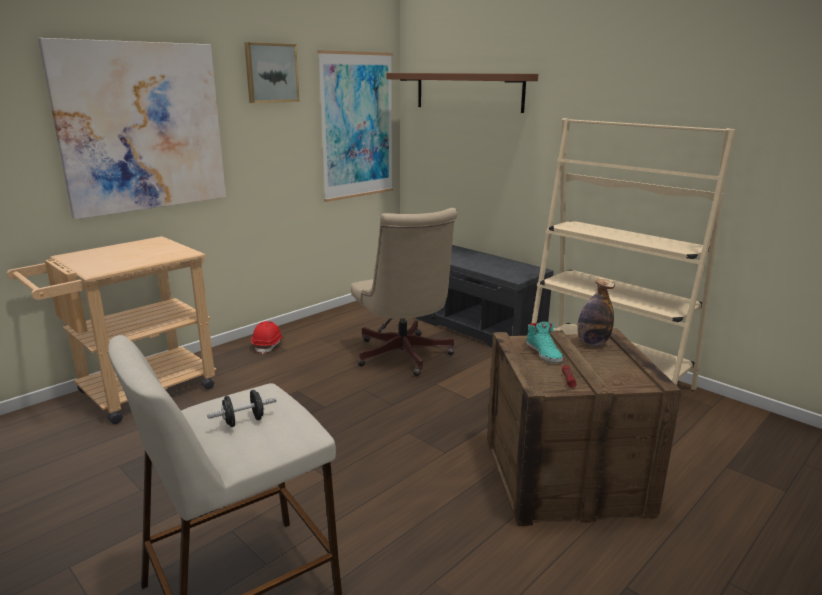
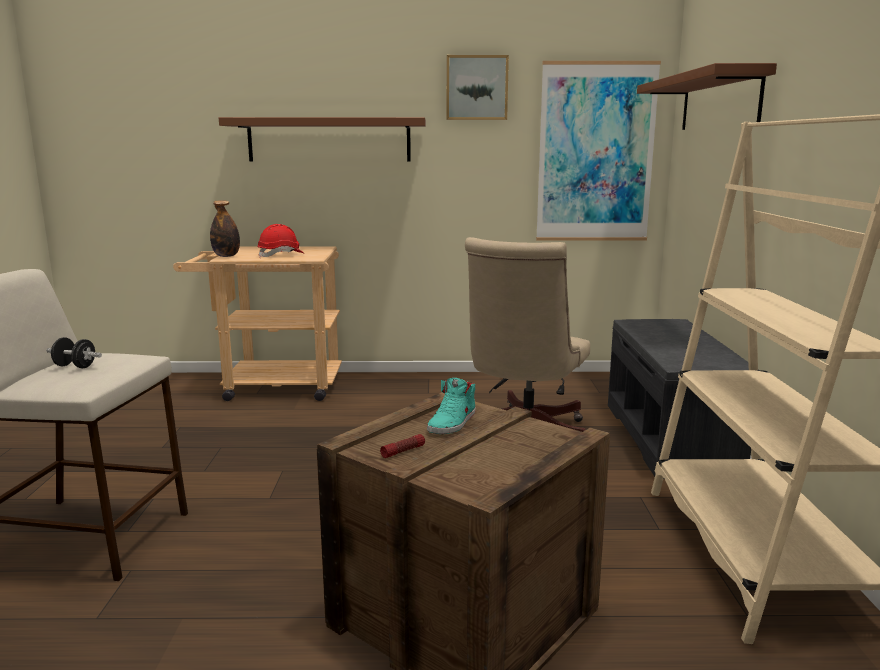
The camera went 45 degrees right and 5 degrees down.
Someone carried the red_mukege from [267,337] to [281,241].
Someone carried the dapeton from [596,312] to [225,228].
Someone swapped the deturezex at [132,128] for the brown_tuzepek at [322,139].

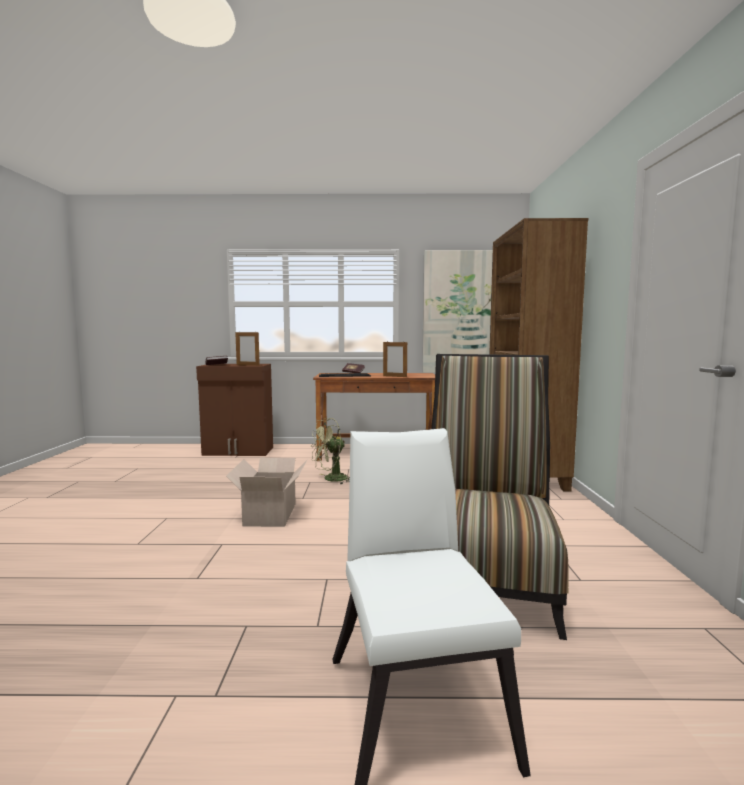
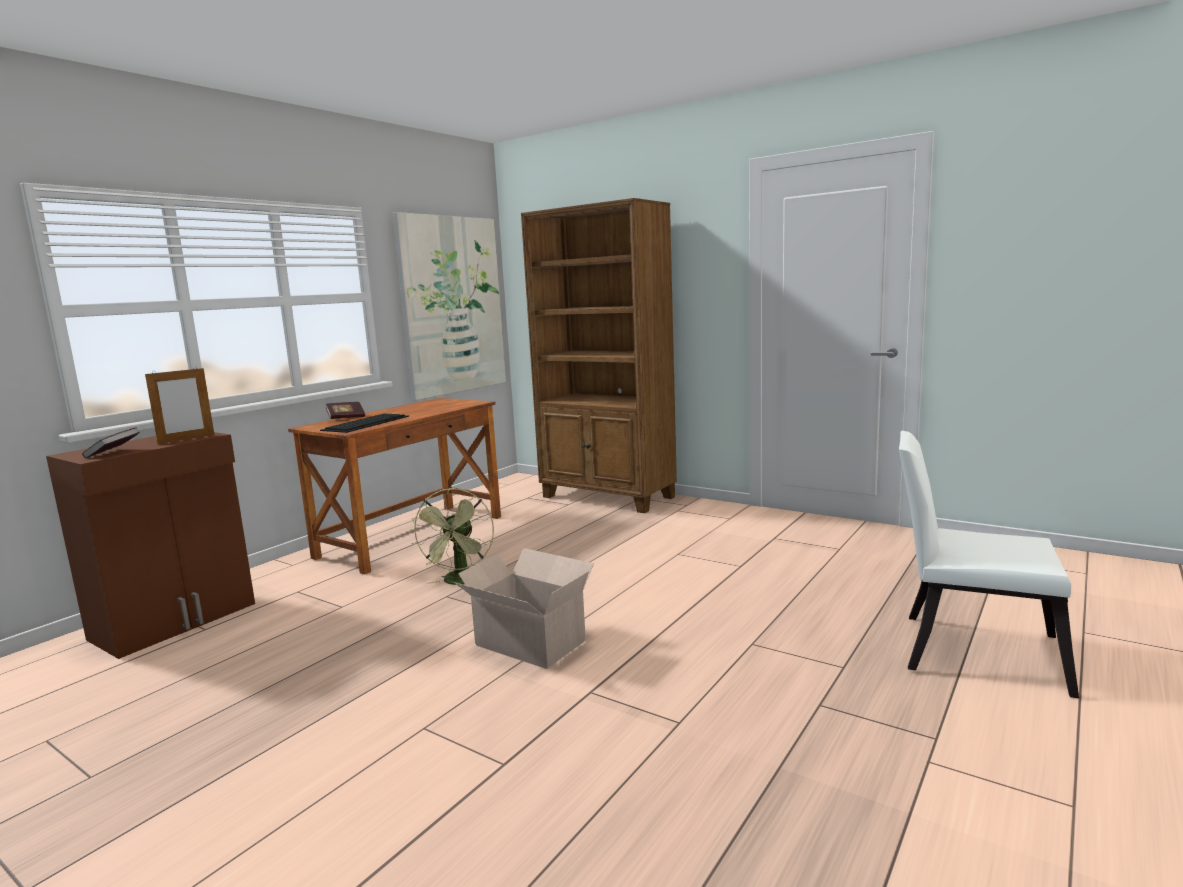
The camera went 55 degrees left and 5 degrees up.
Someone took away the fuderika at [395,359].
Someone took away the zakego at [500,497].

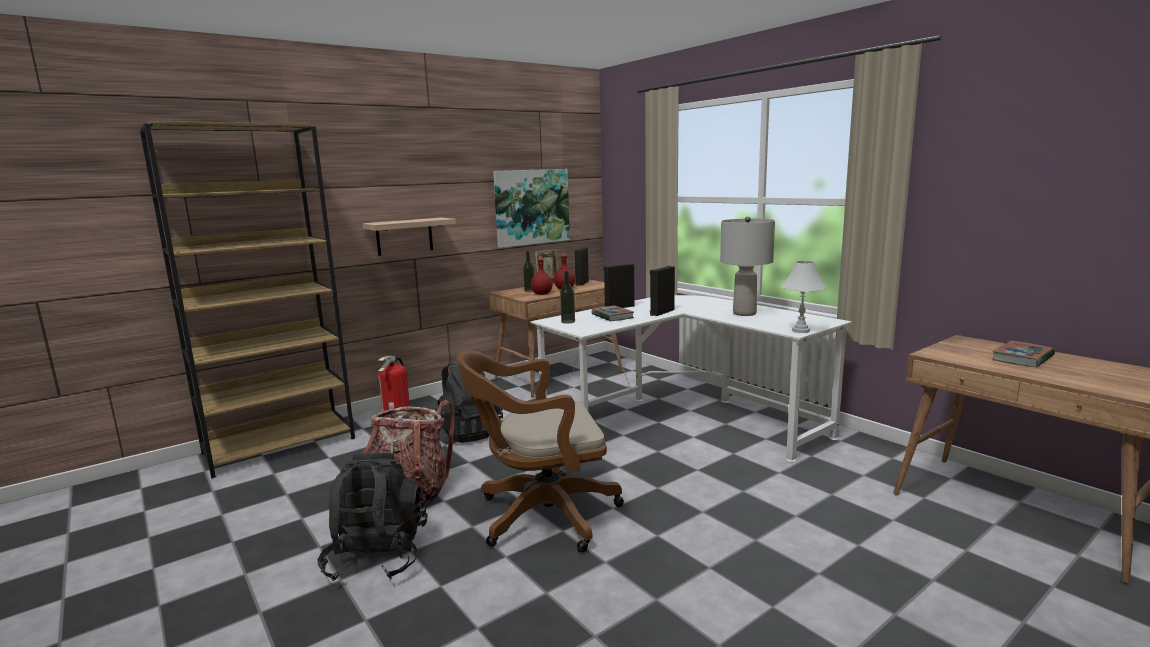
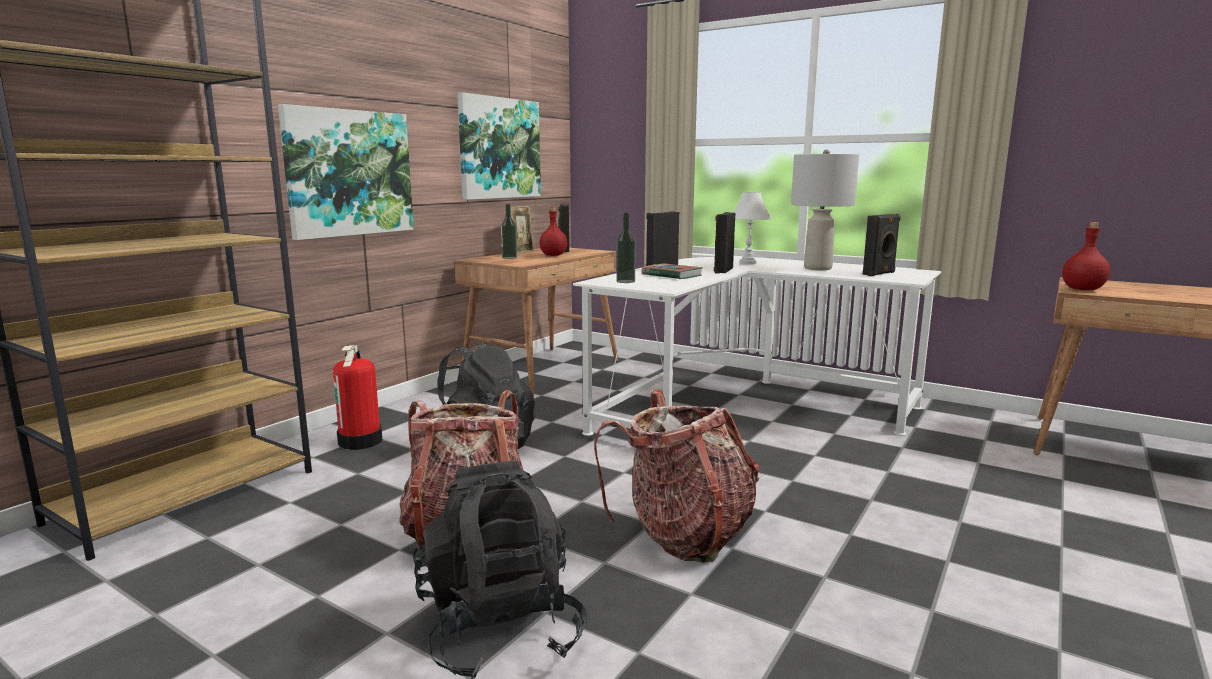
The camera went 20 degrees left and 0 degrees up.
Someone took away the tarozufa at [1023,354].
Someone put down the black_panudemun at [882,245].
Someone carried the red_dapeton from [542,275] to [1086,256].
Someone carried the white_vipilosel from [803,297] to [752,228].
Someone swapped the tuzepek at [409,237] for the deturezex at [346,172].
Someone swapped the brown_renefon at [540,452] for the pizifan at [677,476].

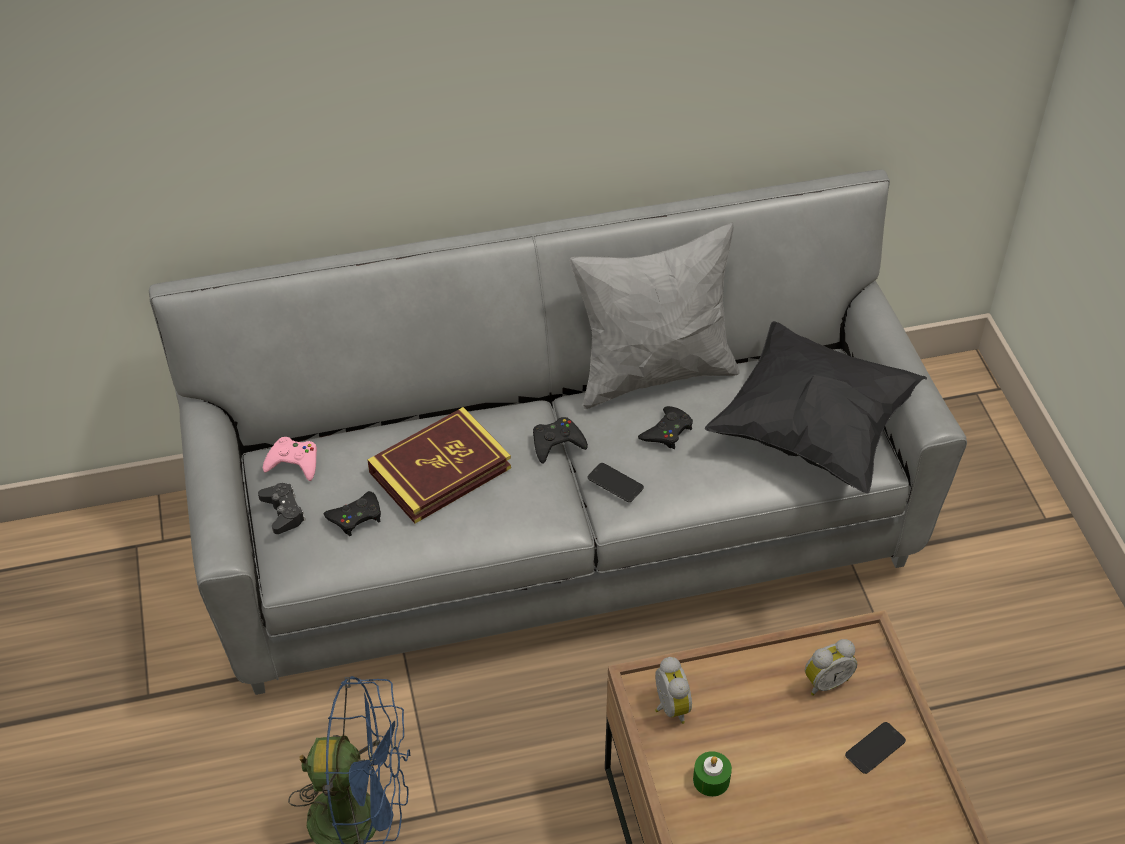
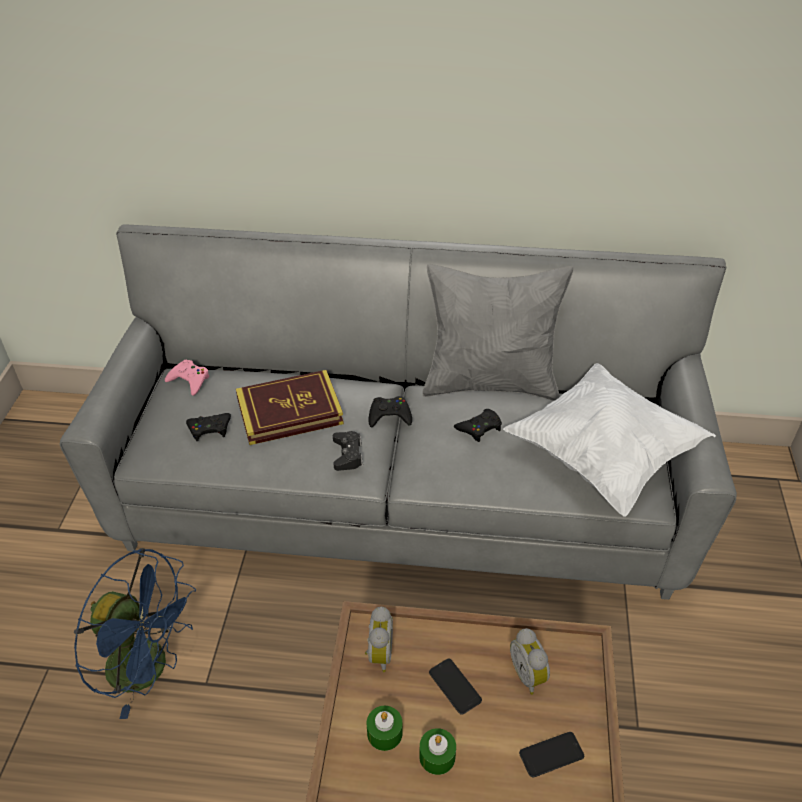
The camera went 20 degrees right and 5 degrees down.
Someone put down the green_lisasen at [437,751].
Someone carried the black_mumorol from [282,508] to [348,451].
Someone carried the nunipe from [615,482] to [455,687].
Someone repainted the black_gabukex at [816,407], which became the white_gabukex at [609,440].
Someone rotated the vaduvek at [831,667] by 75 degrees clockwise.

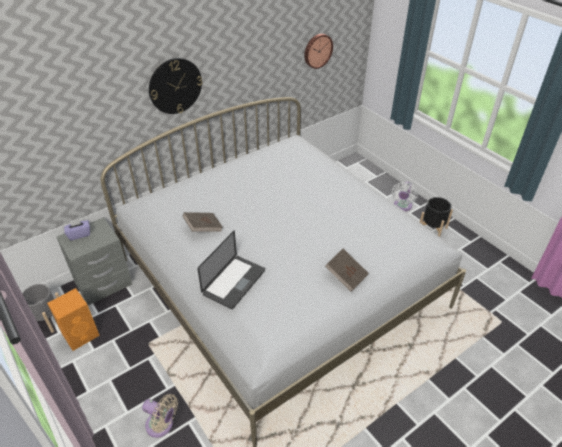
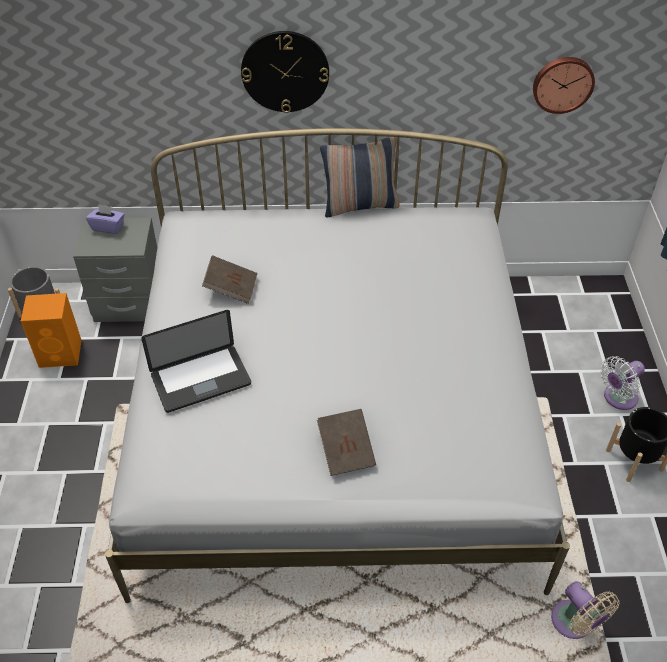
The camera went 35 degrees right and 5 degrees up.
Someone put down the gabukex at [360,177].
Someone carried the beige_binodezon from [160,416] to [585,610].

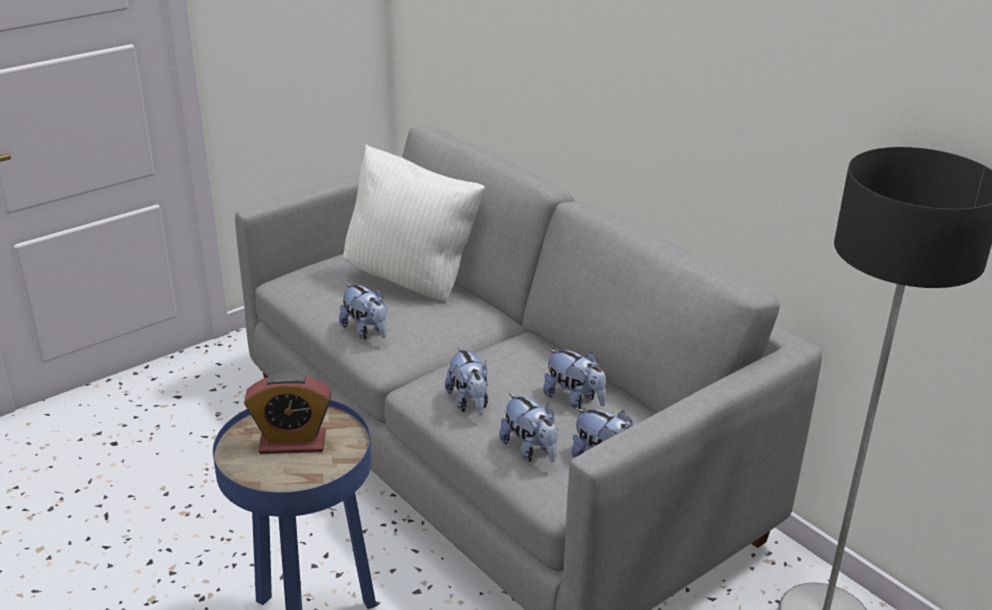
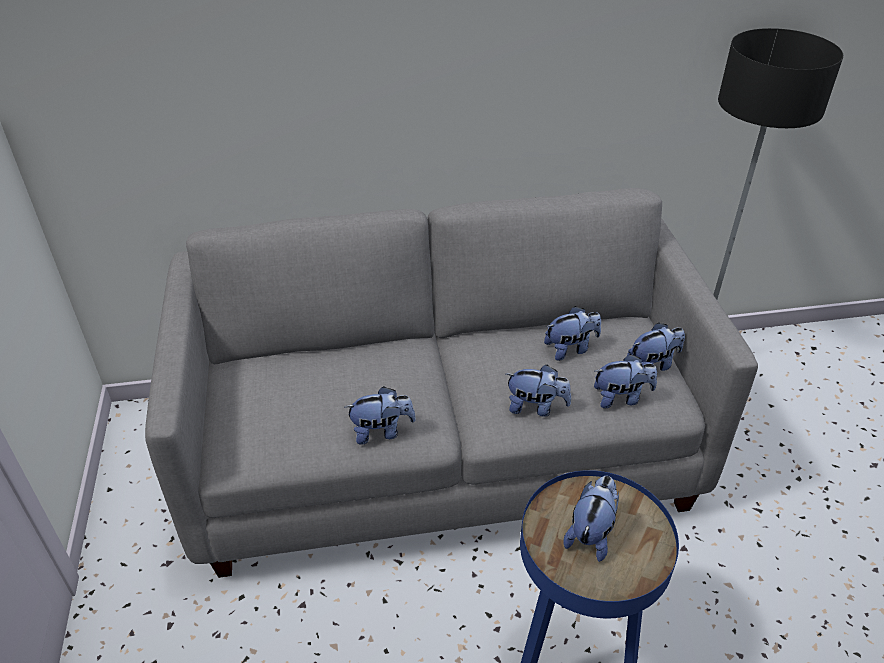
The camera went 60 degrees left and 10 degrees up.
Someone took away the white_gabukex at [414,222].
Someone swapped the vaduvek at [287,413] for the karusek at [591,519].

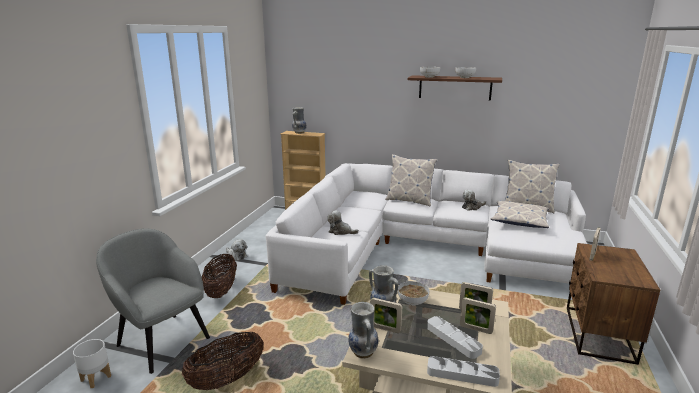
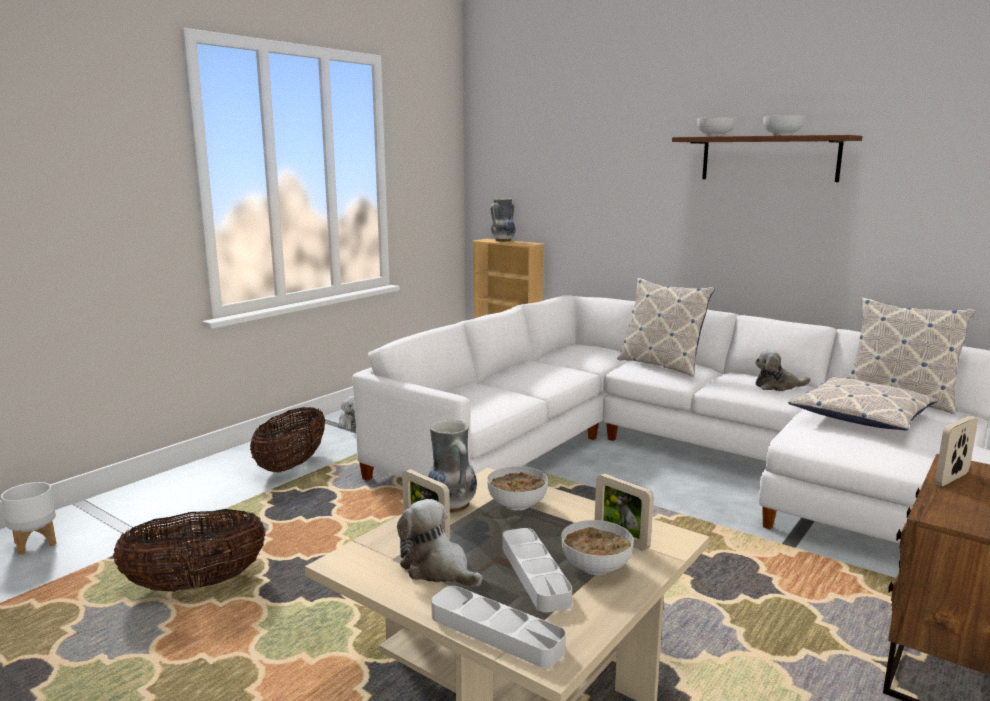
The camera went 20 degrees right and 5 degrees down.
Someone took away the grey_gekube at [153,301].
Someone took away the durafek at [363,330].
Someone carried the karusek from [343,222] to [439,543].
Someone swapped the fuderika at [478,316] for the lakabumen at [597,547].

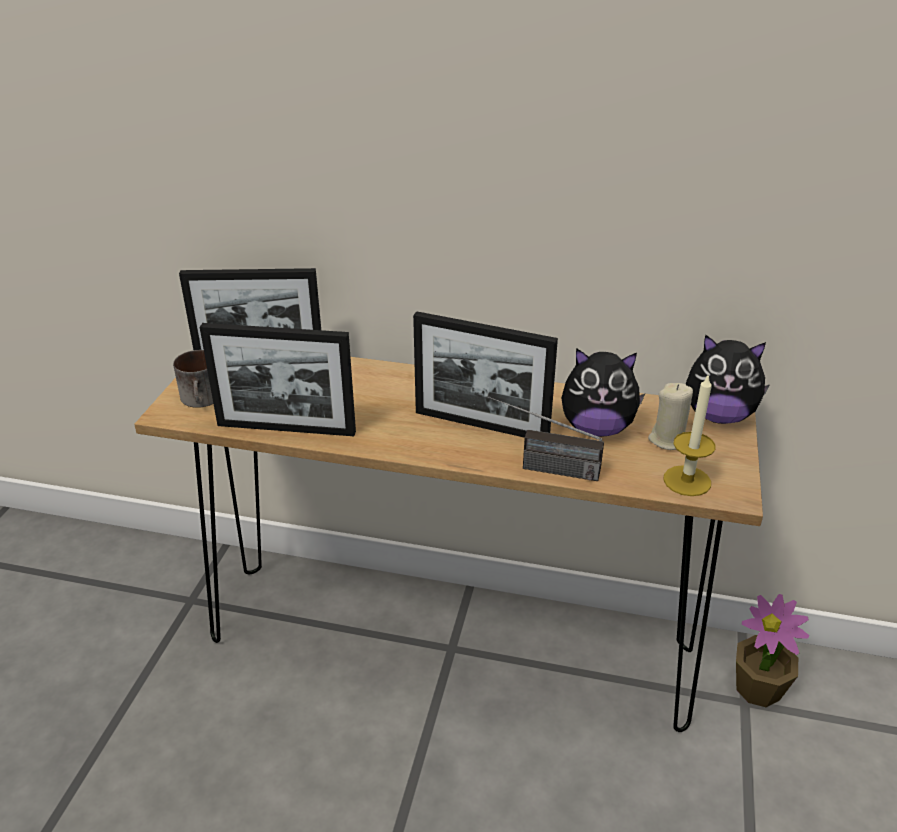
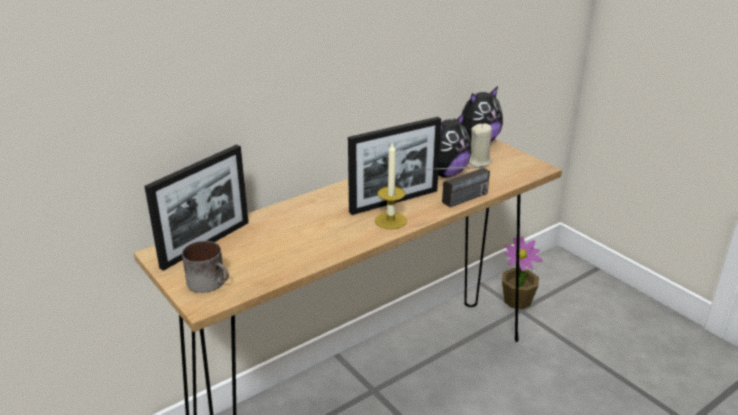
The camera went 50 degrees left and 5 degrees down.
Someone took away the fuderika at [278,379].
Someone carried the lisasen from [689,436] to [391,185].

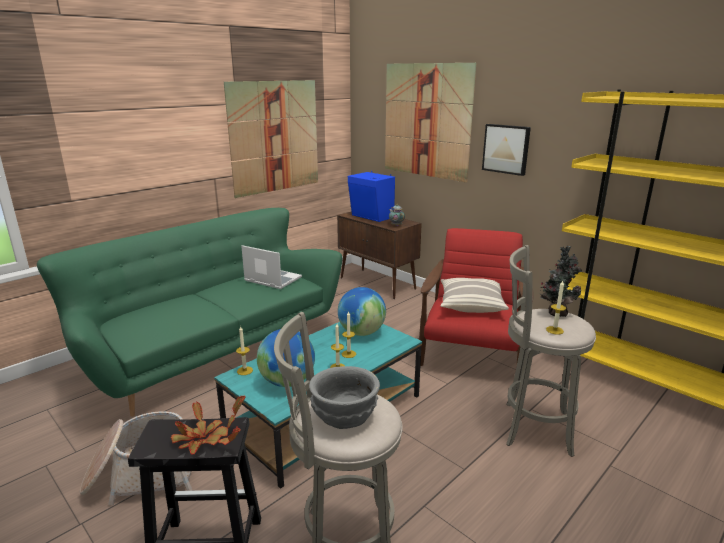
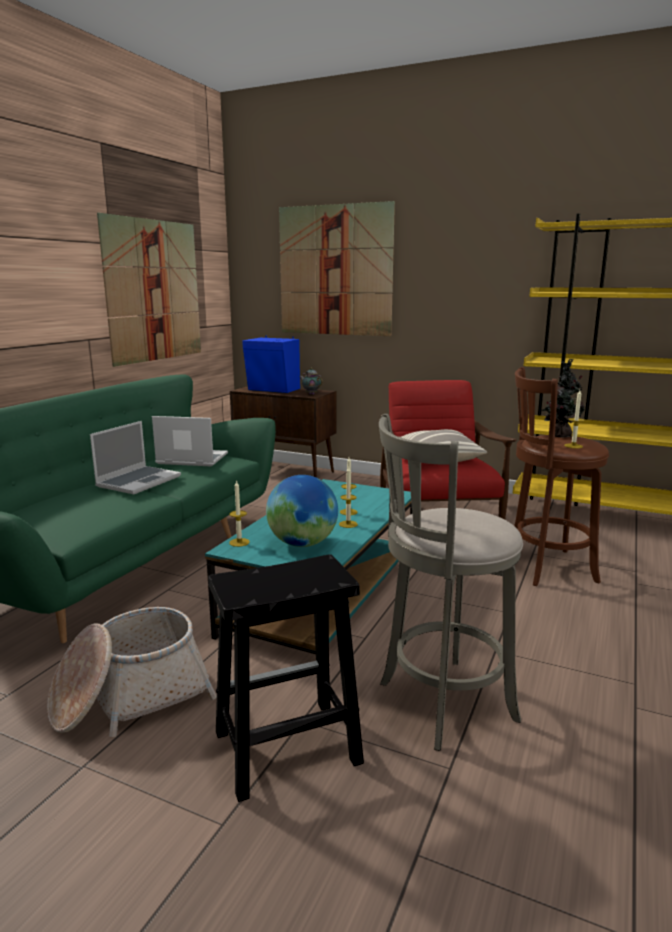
The camera went 20 degrees left and 5 degrees down.
Someone took away the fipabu at [208,425].
Someone took away the grey_lakabumen at [344,397].
Someone took away the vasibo at [362,311].
Someone took away the deturezex at [506,150].
Someone put down the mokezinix at [135,457].
Someone repainted the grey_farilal at [551,351], which became the brown_farilal at [561,476].

